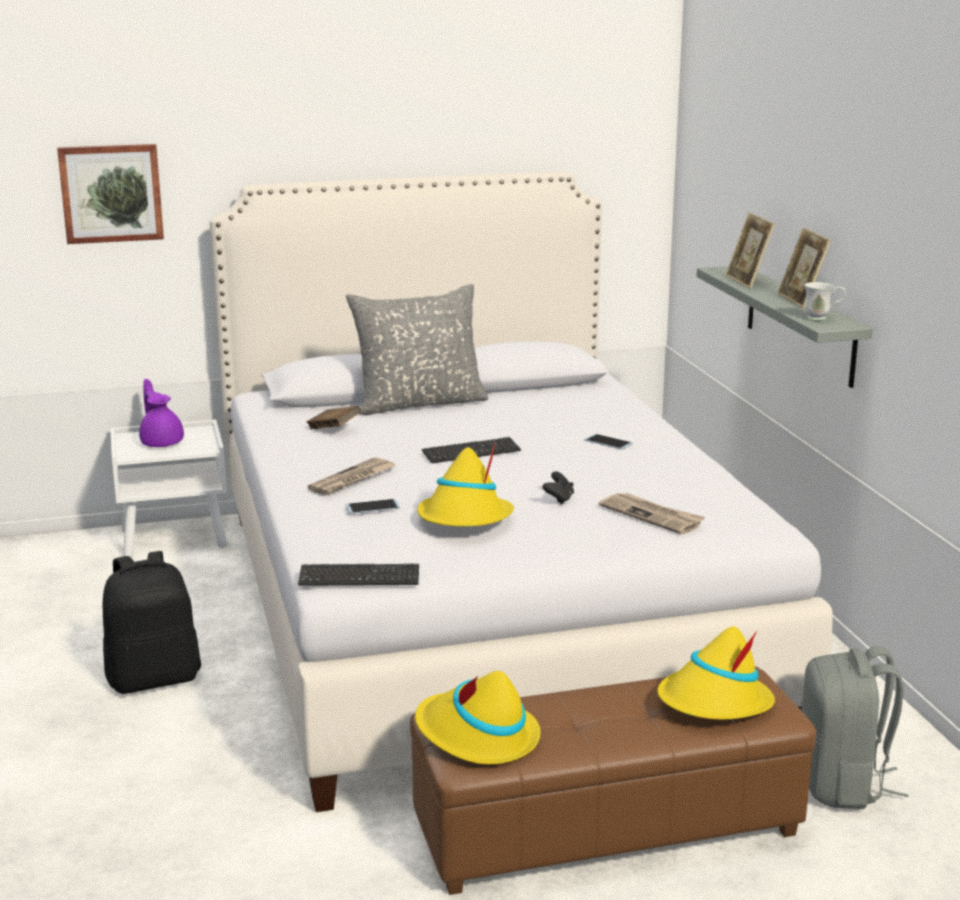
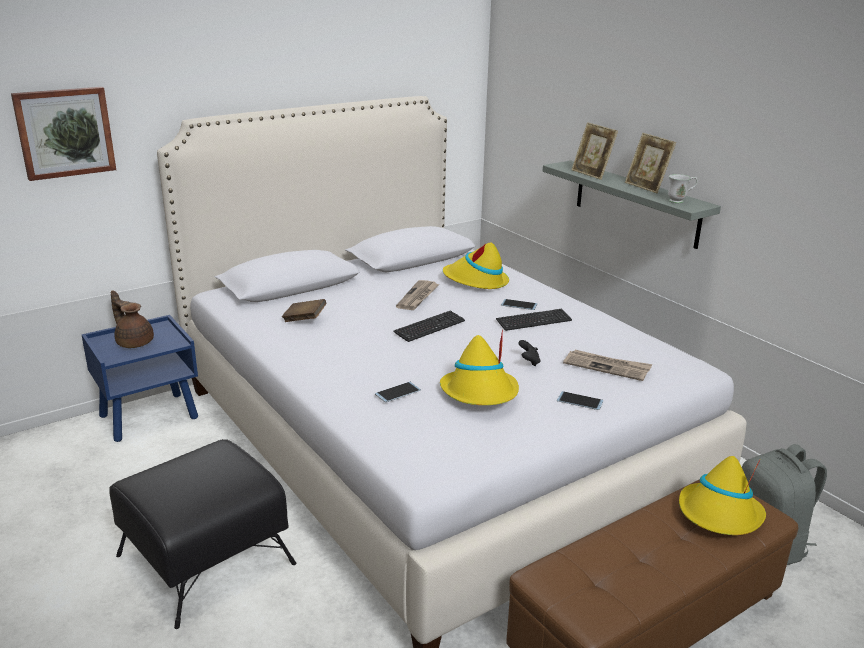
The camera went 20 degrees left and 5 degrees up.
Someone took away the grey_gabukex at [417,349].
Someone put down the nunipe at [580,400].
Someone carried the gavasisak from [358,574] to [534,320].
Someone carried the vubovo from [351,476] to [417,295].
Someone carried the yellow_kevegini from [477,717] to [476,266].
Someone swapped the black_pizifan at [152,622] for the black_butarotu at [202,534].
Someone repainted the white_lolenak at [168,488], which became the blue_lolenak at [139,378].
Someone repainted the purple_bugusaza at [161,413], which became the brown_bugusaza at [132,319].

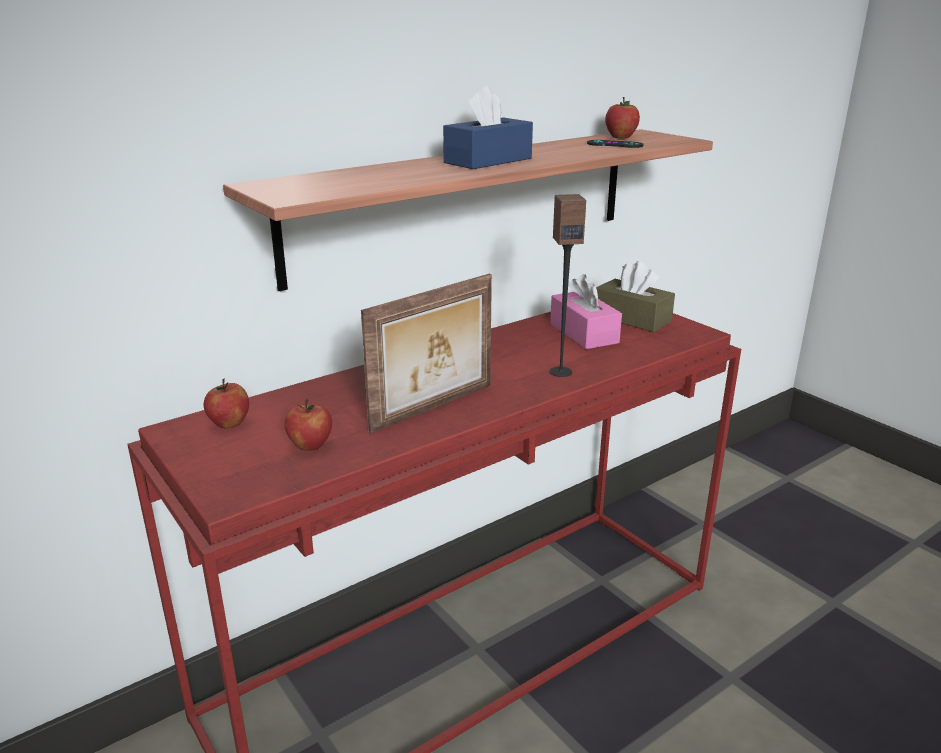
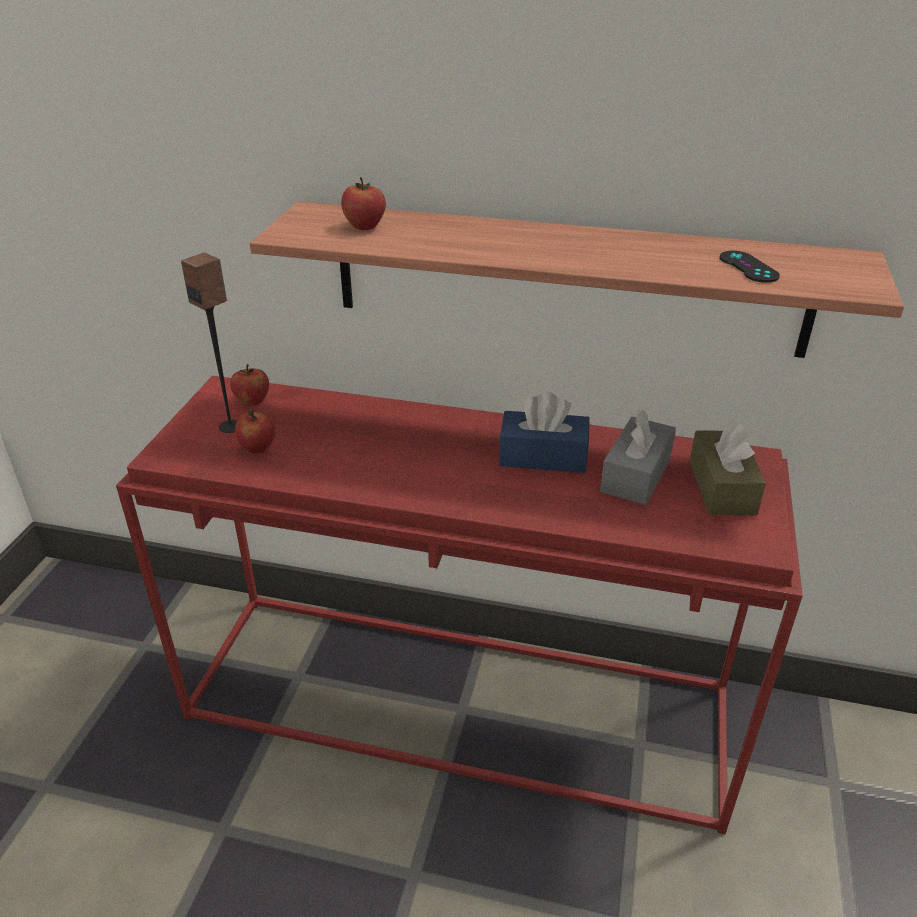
The camera went 50 degrees right and 10 degrees up.
Someone took away the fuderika at [426,353].
Someone carried the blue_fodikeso from [488,127] to [544,432].
Someone carried the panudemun from [567,285] to [209,343].
Someone carried the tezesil from [622,118] to [363,203].
Someone repainted the pink_fodikeso at [586,311], which became the grey_fodikeso at [638,457].

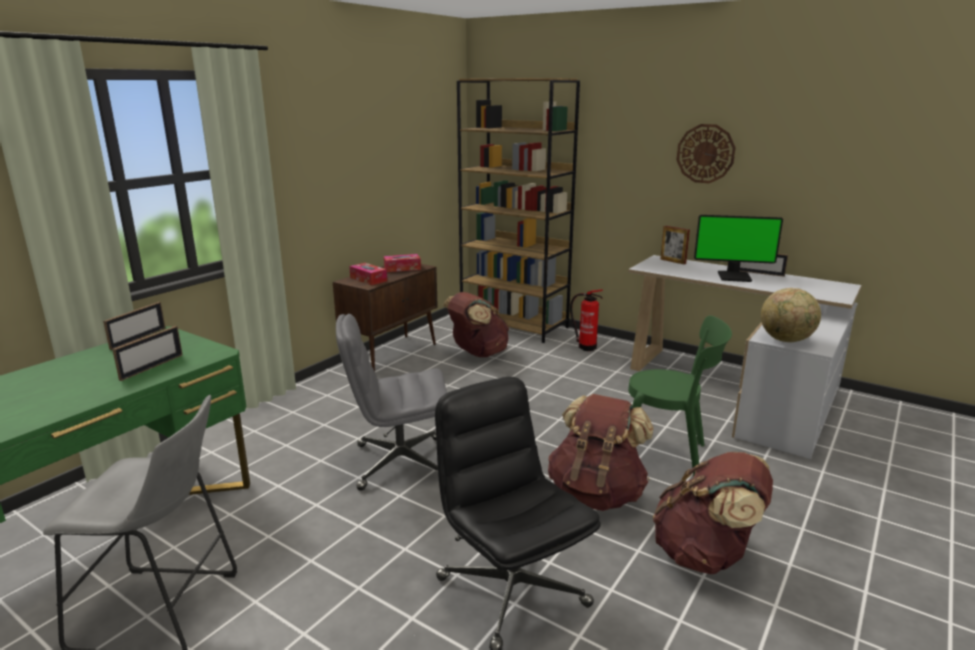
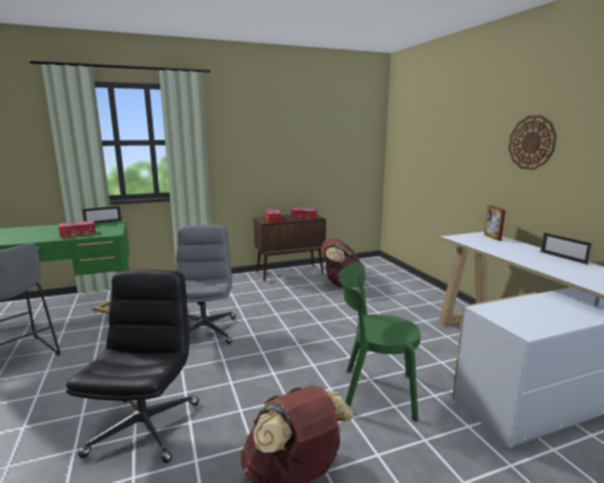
The camera went 35 degrees right and 5 degrees down.
Someone took away the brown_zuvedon at [518,210].
Someone took away the brown_pizifan at [601,452].
Someone took away the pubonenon at [586,320].
Someone took away the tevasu at [738,248].
Someone took away the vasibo at [791,315].
Someone swapped the fuderika at [147,353] for the fodikeso at [77,229].
Someone rotated the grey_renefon at [391,402] by 60 degrees clockwise.
Someone rotated the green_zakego at [680,395] by 135 degrees clockwise.

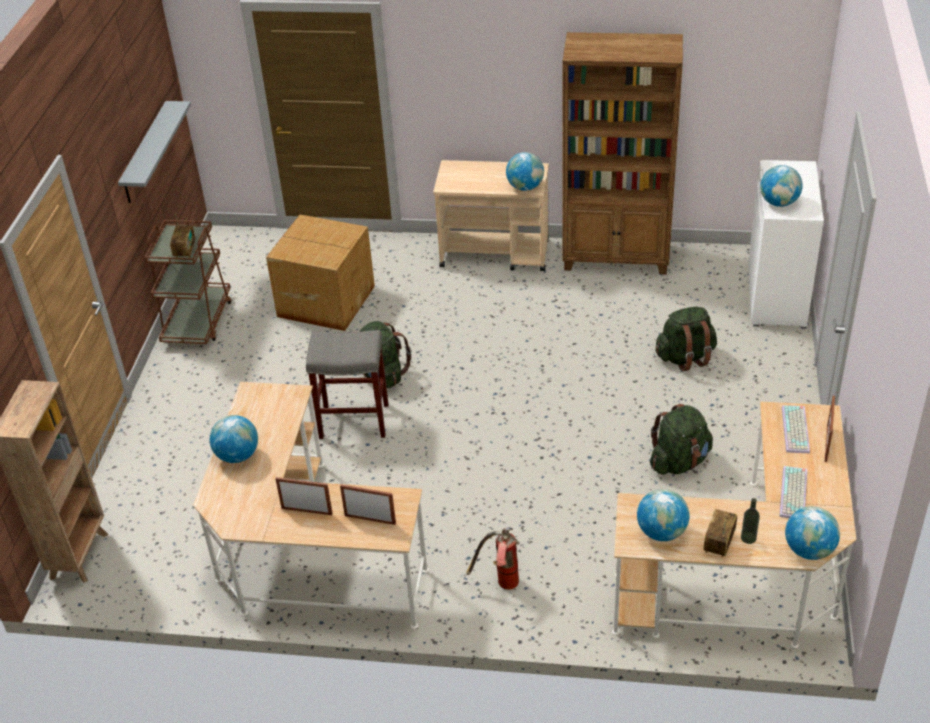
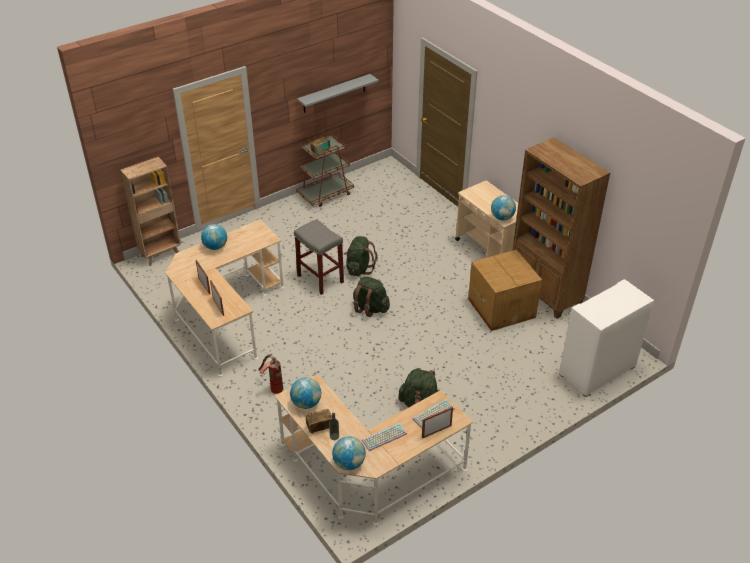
The camera went 45 degrees right and 0 degrees up.
Someone took away the vasibo at [781,186].
Someone carried the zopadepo from [320,273] to [505,290].
Someone carried the green_pizifan from [686,339] to [371,296].

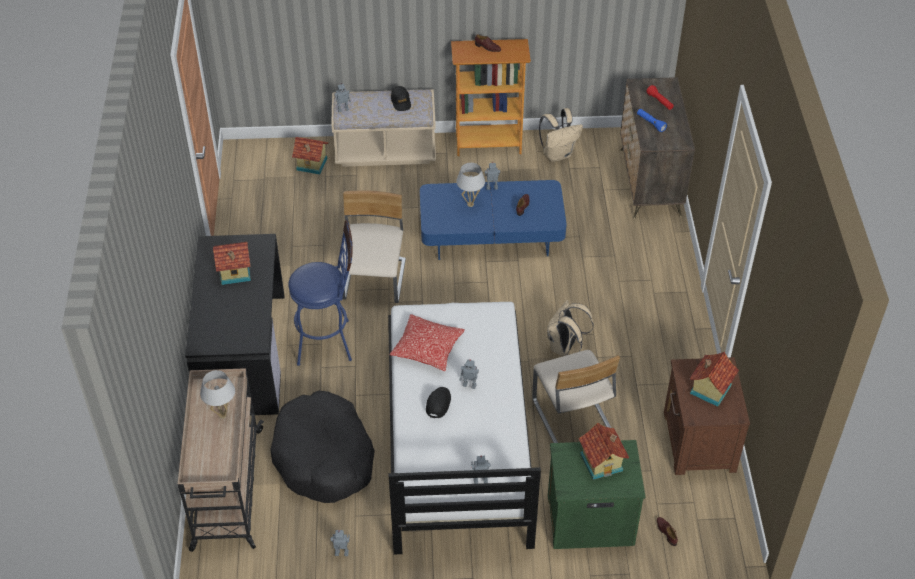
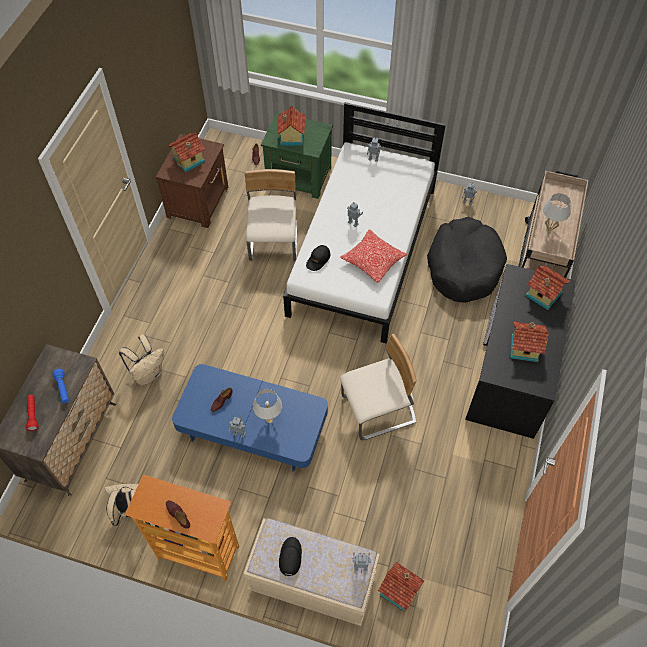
The camera went 160 degrees left and 10 degrees up.
Someone took away the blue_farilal at [320,293].
Someone put down the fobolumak at [548,287].
Someone carried the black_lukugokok from [438,402] to [318,258].
Someone carried the beige_pizifan from [570,328] to [141,360].
Someone rotated the beige_zakego at [372,246] by 135 degrees counterclockwise.

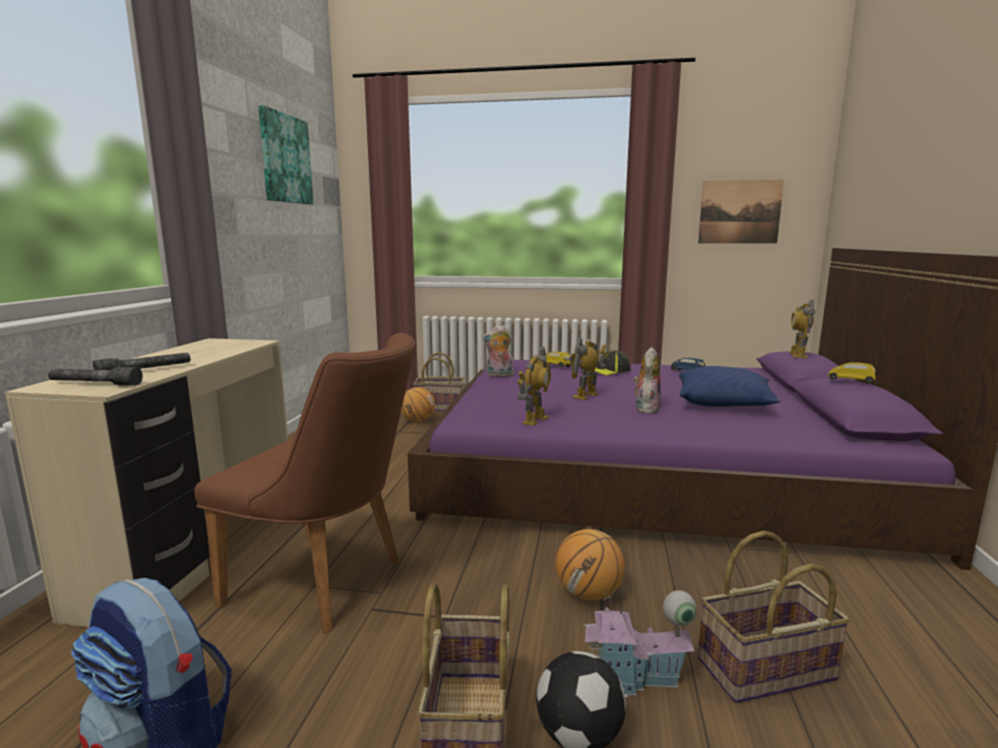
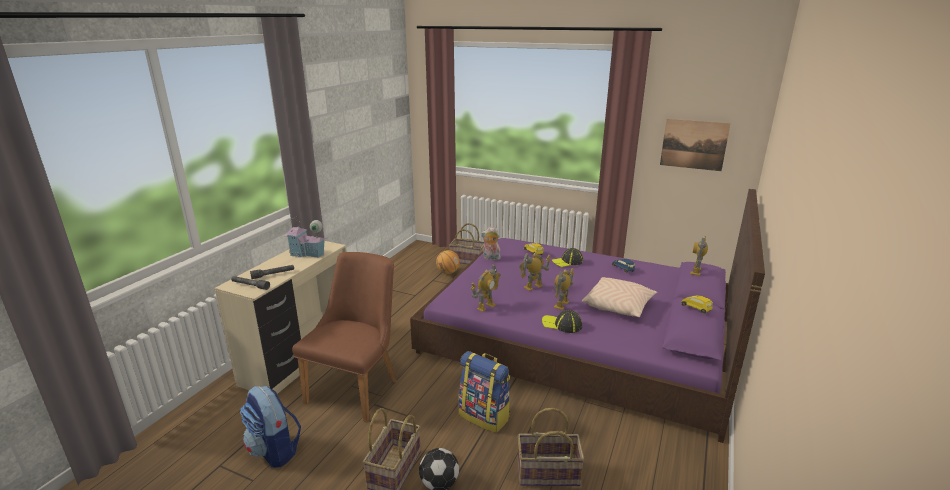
The camera went 15 degrees right and 10 degrees up.
Someone took away the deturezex at [285,155].
Someone put down the lukugokok at [562,321].
Someone carried the fobolumak from [640,641] to [305,237].
Someone swapped the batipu at [590,565] for the pizifan at [484,392].
Someone swapped the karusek at [647,380] for the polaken at [564,289].
Someone repainted the blue_gabukex at [729,386], which became the beige_gabukex at [620,297].
Someone rotated the brown_zakego at [304,483] by 105 degrees counterclockwise.

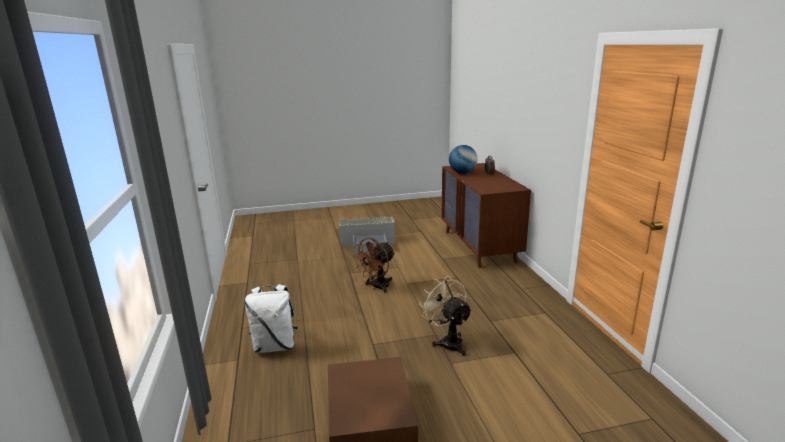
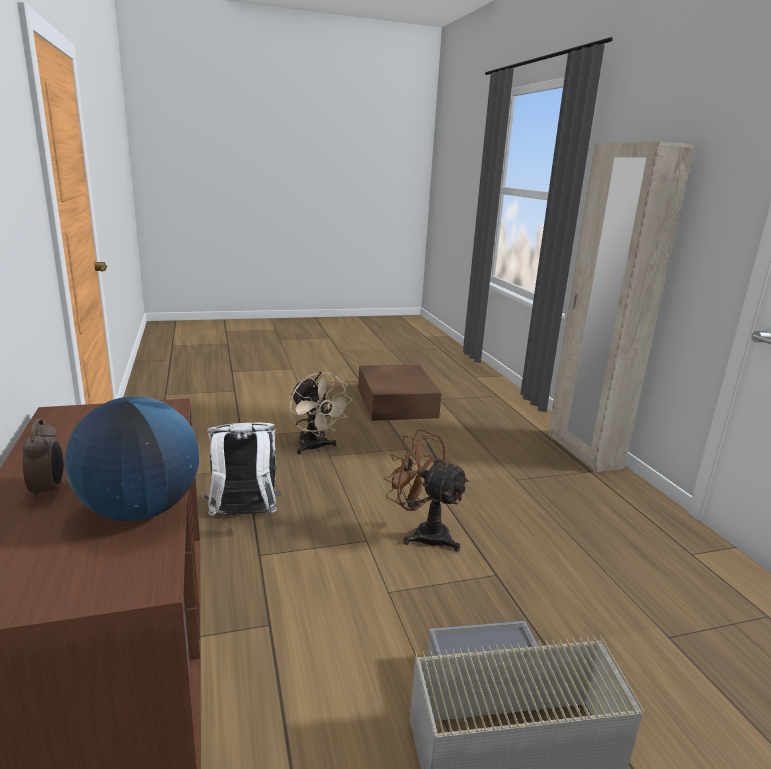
The camera went 175 degrees right and 0 degrees up.
Someone put down the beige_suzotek at [621,307].
Someone carried the white_pizifan from [271,318] to [242,469].
Someone rotated the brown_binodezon at [374,265] by 90 degrees counterclockwise.

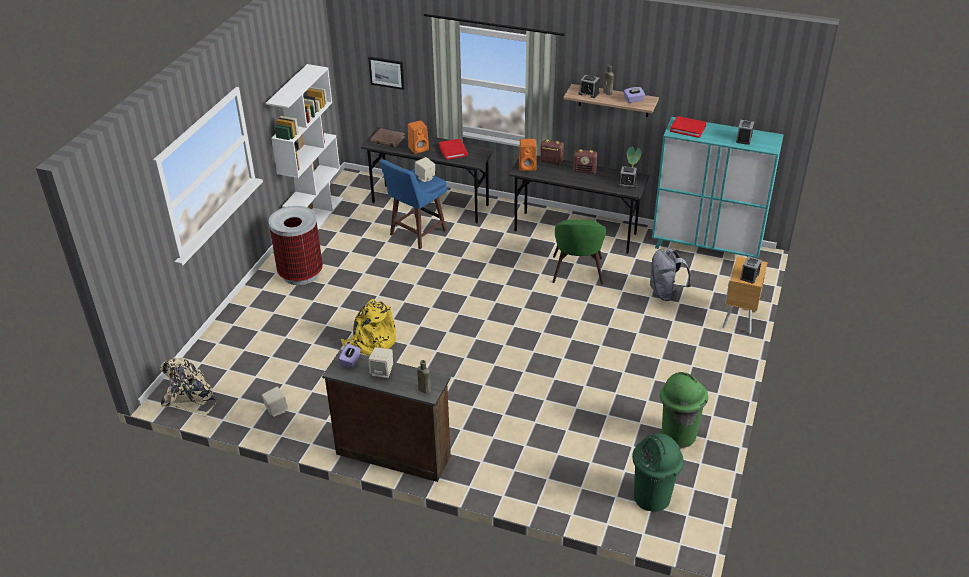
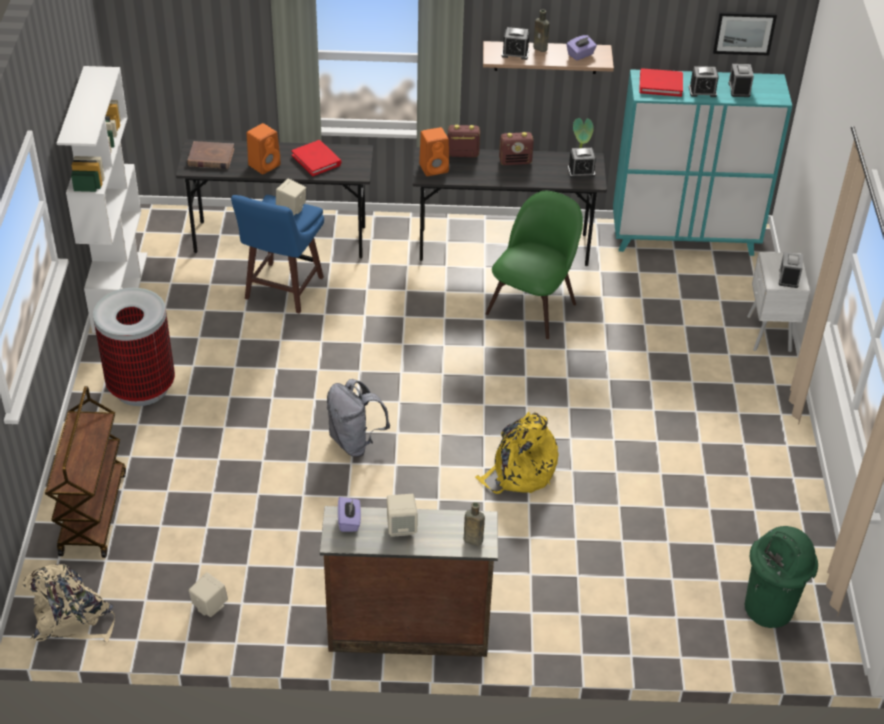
The camera went 20 degrees left and 5 degrees up.
Someone took away the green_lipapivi at [684,410].
Someone put down the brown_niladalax at [85,472].
Someone put down the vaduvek at [704,81].
Someone carried the yellow_pizifan from [368,327] to [516,453].
Someone carried the deturezex from [386,73] to [745,33].
Someone carried the grey_pizifan from [670,275] to [358,418].
Someone repainted the brown_lolenak at [745,295], which became the white_lolenak at [778,302].
Someone rotated the green_zakego at [579,252] by 135 degrees counterclockwise.

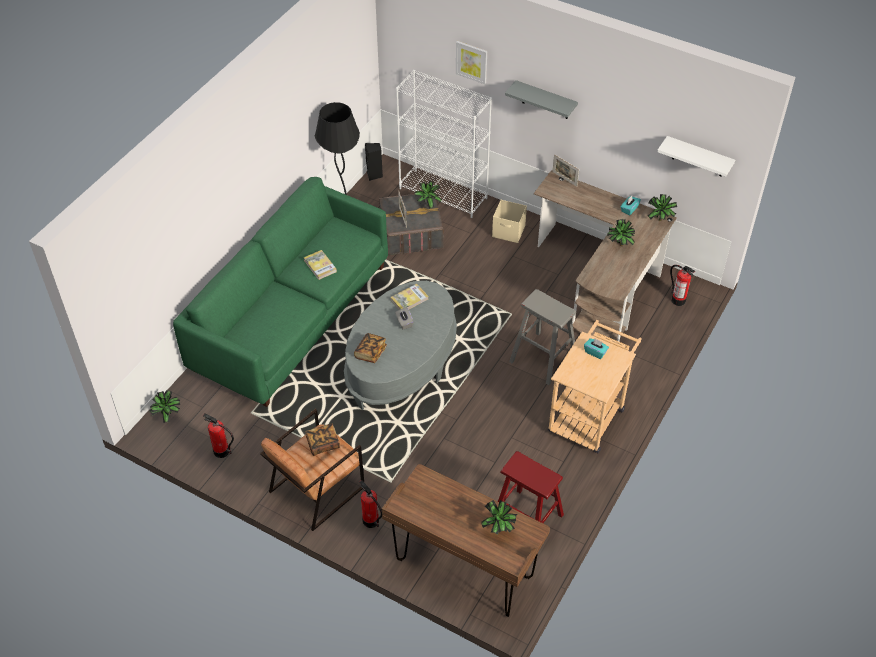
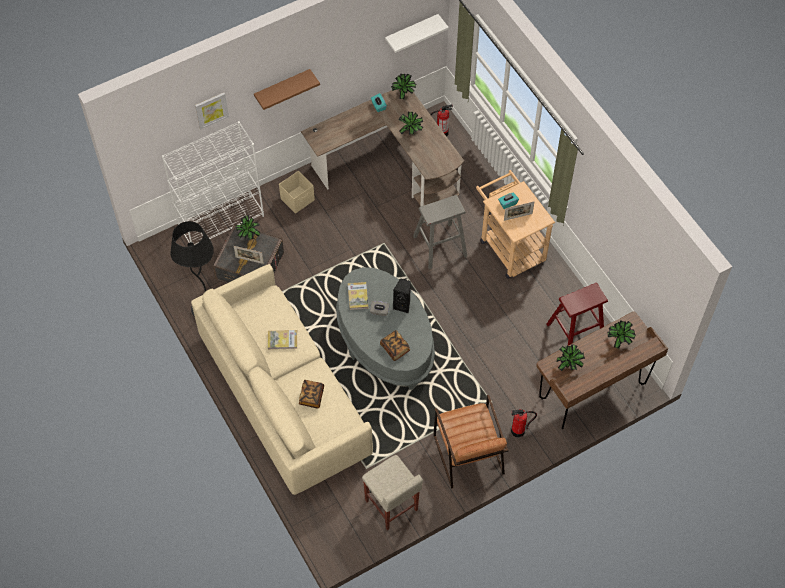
The camera went 60 degrees left and 10 degrees up.
Someone carried the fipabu from [164,406] to [571,357].
Someone carried the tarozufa from [322,440] to [311,394].
Someone carried the black_panudemun from [374,162] to [402,295].
Someone carried the fuderika from [565,170] to [519,211].
Someone swapped the pubonenon at [218,435] for the beige_farilal at [392,492].
Someone repainted the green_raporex at [280,292], which became the beige_raporex at [282,379].
Someone repainted the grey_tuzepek at [541,99], which became the brown_tuzepek at [287,89].

